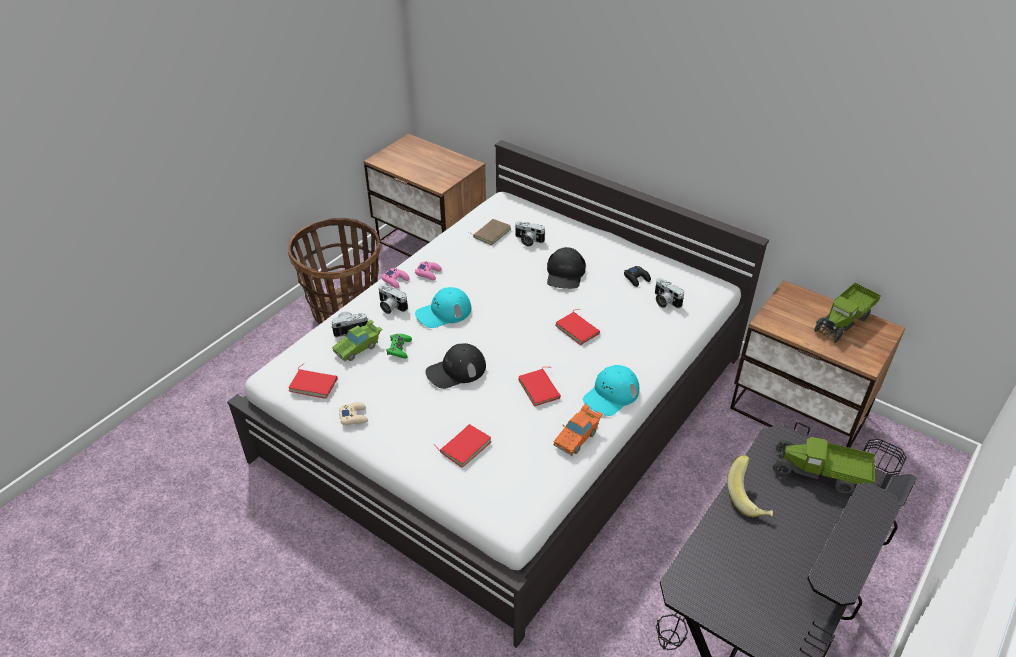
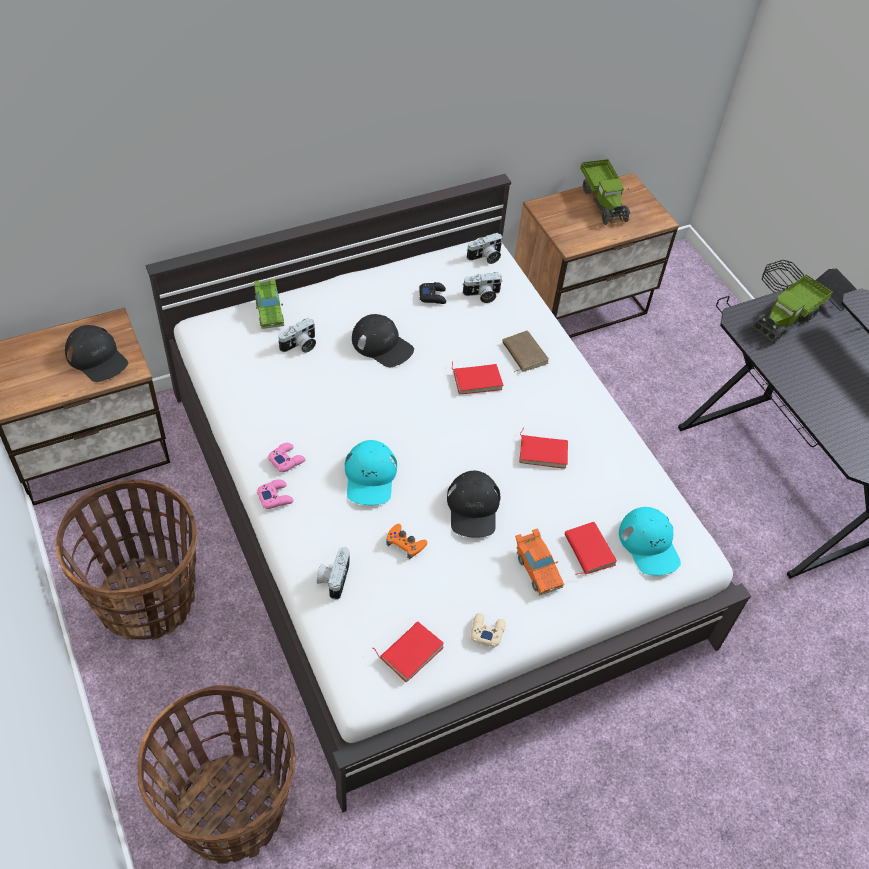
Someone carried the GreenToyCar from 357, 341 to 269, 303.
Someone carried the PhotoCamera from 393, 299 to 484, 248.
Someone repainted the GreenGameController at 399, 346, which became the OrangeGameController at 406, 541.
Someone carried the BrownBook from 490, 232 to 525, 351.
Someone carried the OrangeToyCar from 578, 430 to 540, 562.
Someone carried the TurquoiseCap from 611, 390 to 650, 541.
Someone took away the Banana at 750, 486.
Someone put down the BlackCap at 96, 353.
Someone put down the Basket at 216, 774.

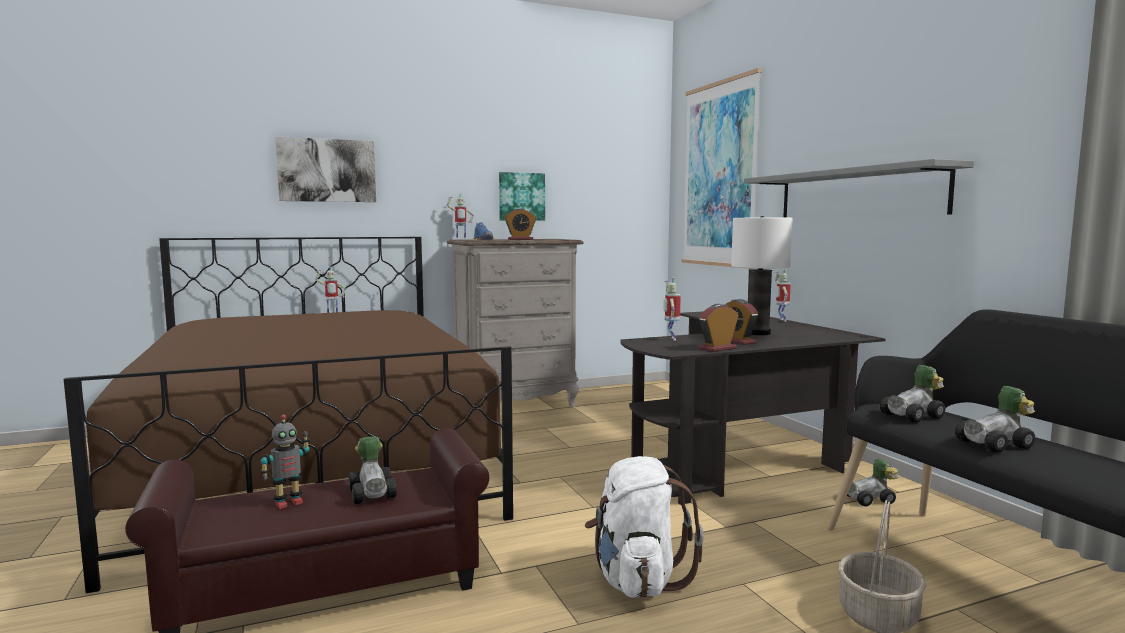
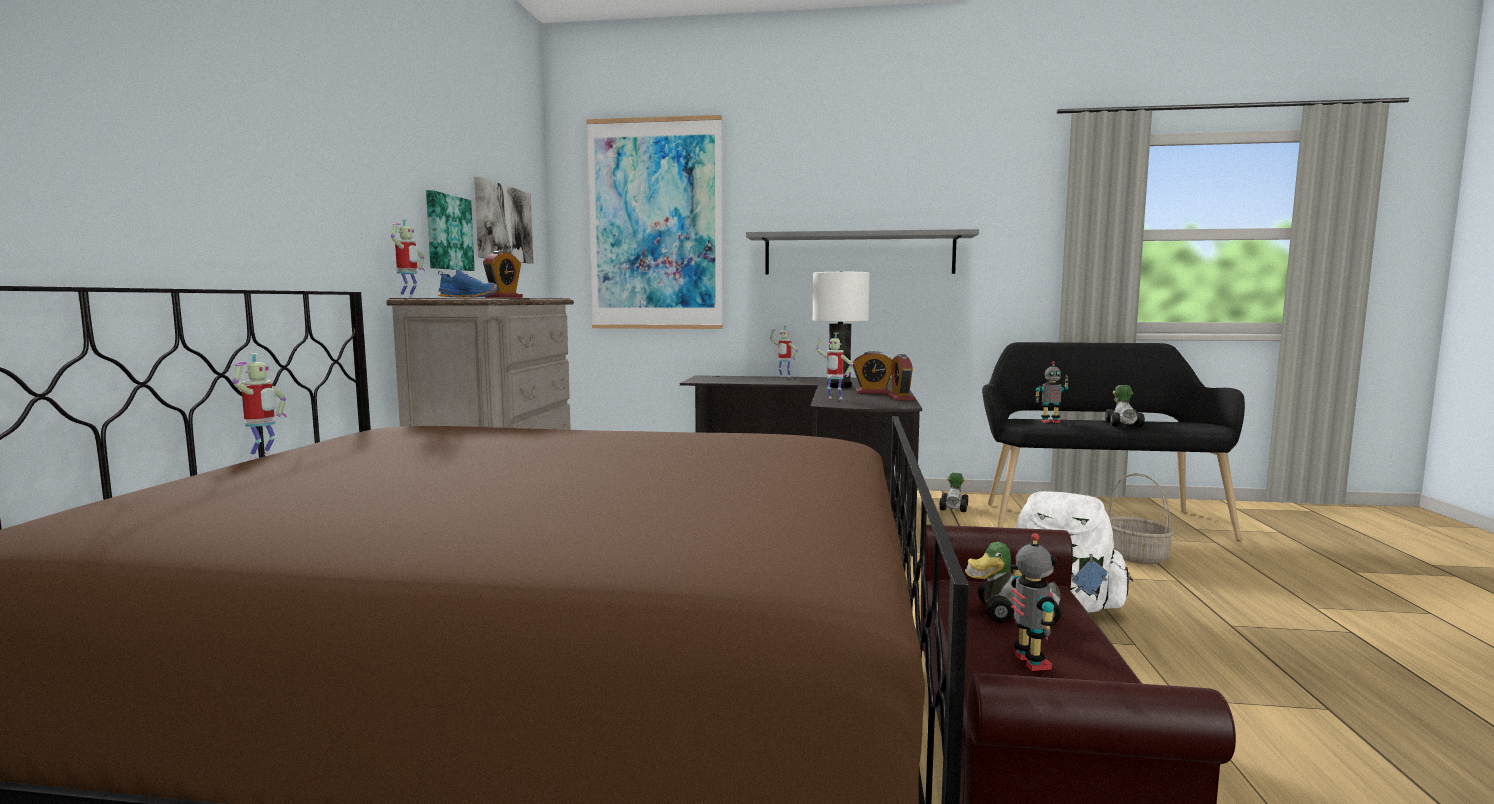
Someone carried the Picture from 326, 169 to 503, 220.
Someone swapped the ToyCar at 912, 394 for the ToyRobot at 1052, 392.

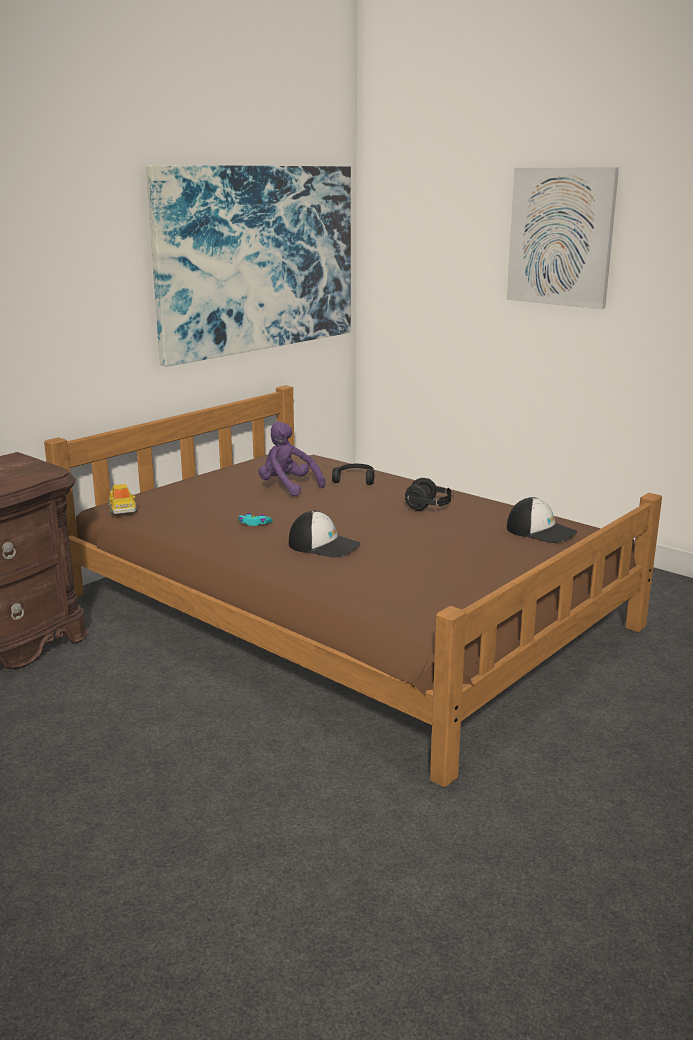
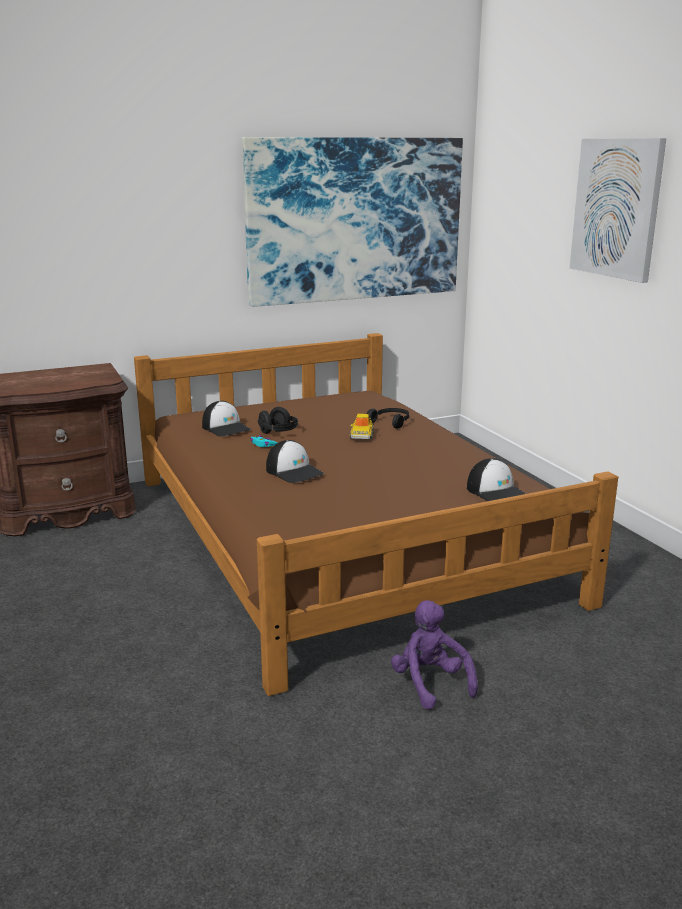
Someone carried the ToyCar from 122, 499 to 362, 426.
Someone carried the PurplePlushToy from 292, 459 to 434, 655.
Someone carried the BlackHeadphones from 429, 494 to 277, 420.
Someone put down the Cap at 226, 419.

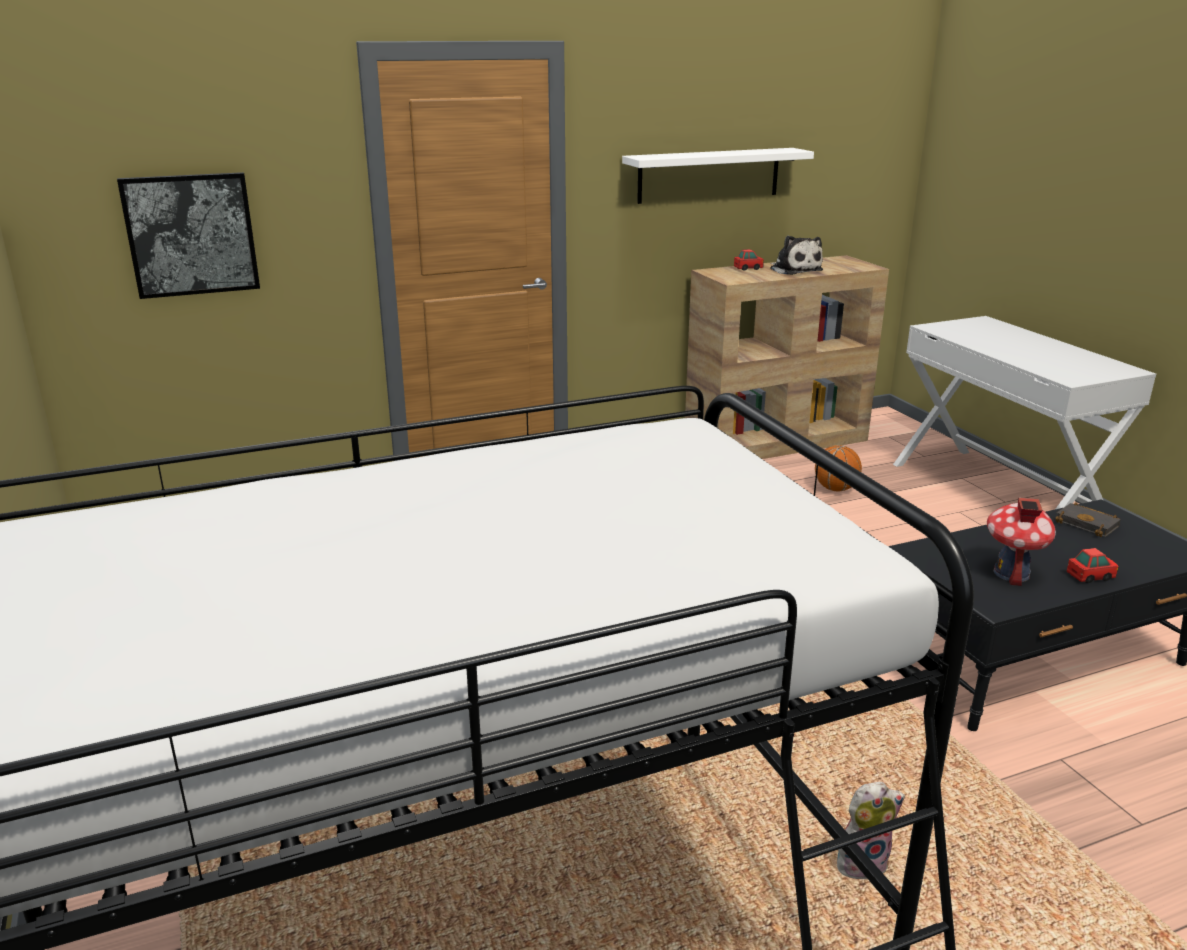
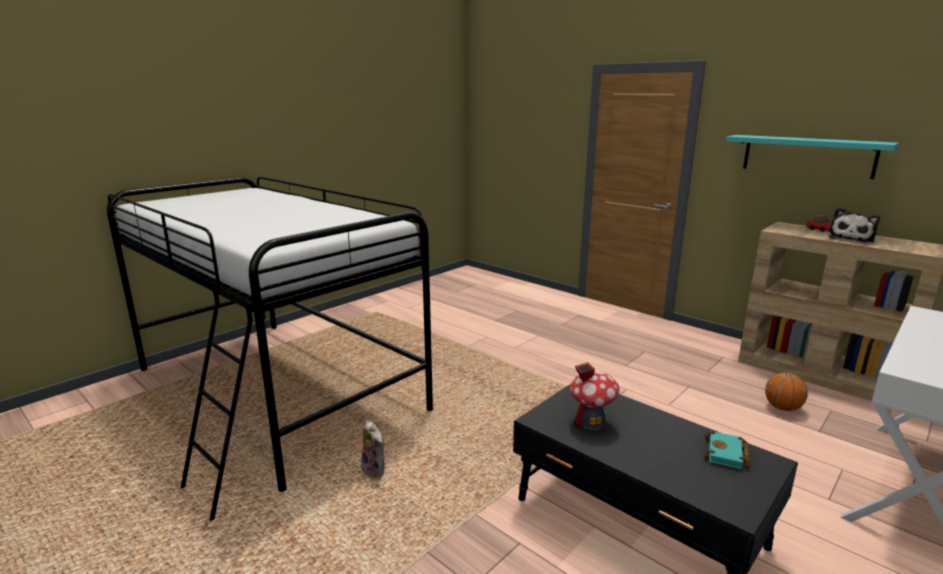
Someone took away the Picture at 188, 235.
Someone repainted the WhiteShelf at 718, 176, which became the TurquoiseShelf at 813, 157.
Someone repainted the BlackBook at 1088, 519, which became the TurquoiseBook at 727, 450.
Someone took away the ToyCar at 1093, 565.

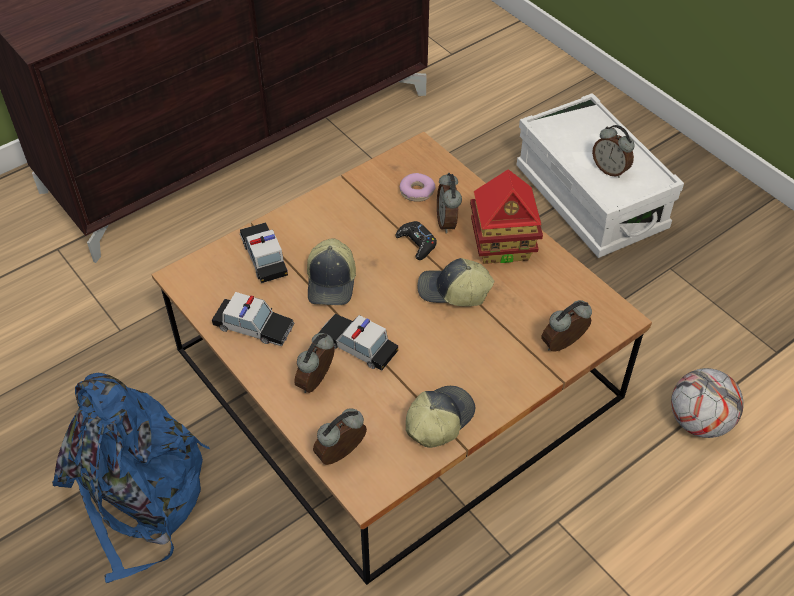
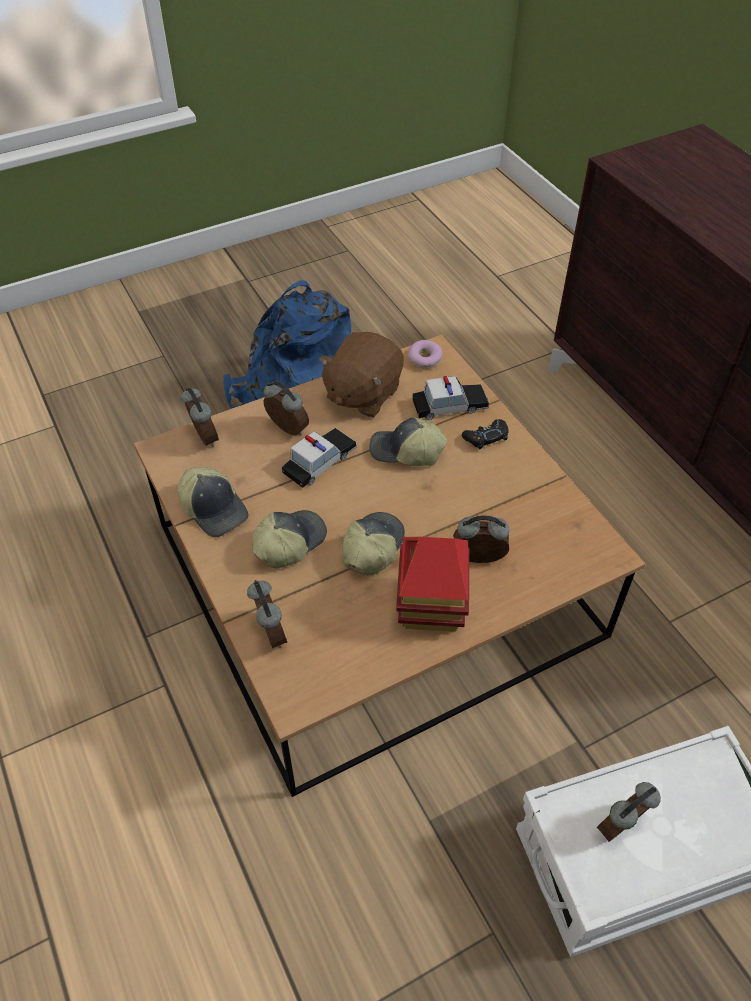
Someone swapped the ToyCar at 253, 319 for the BrownPlushToy at 361, 374.
Someone carried the BlackGameController from 416, 240 to 485, 434.
Someone carried the Donut from 418, 187 to 425, 354.
Someone took away the Football at 707, 403.
Someone put down the Cap at 289, 539.

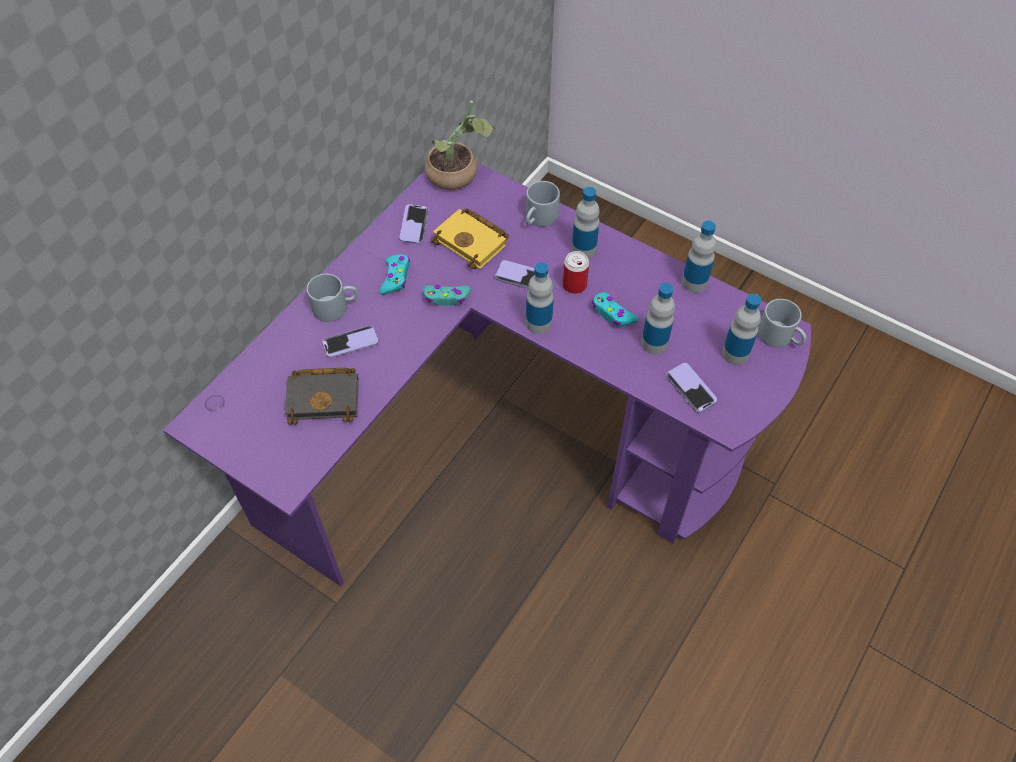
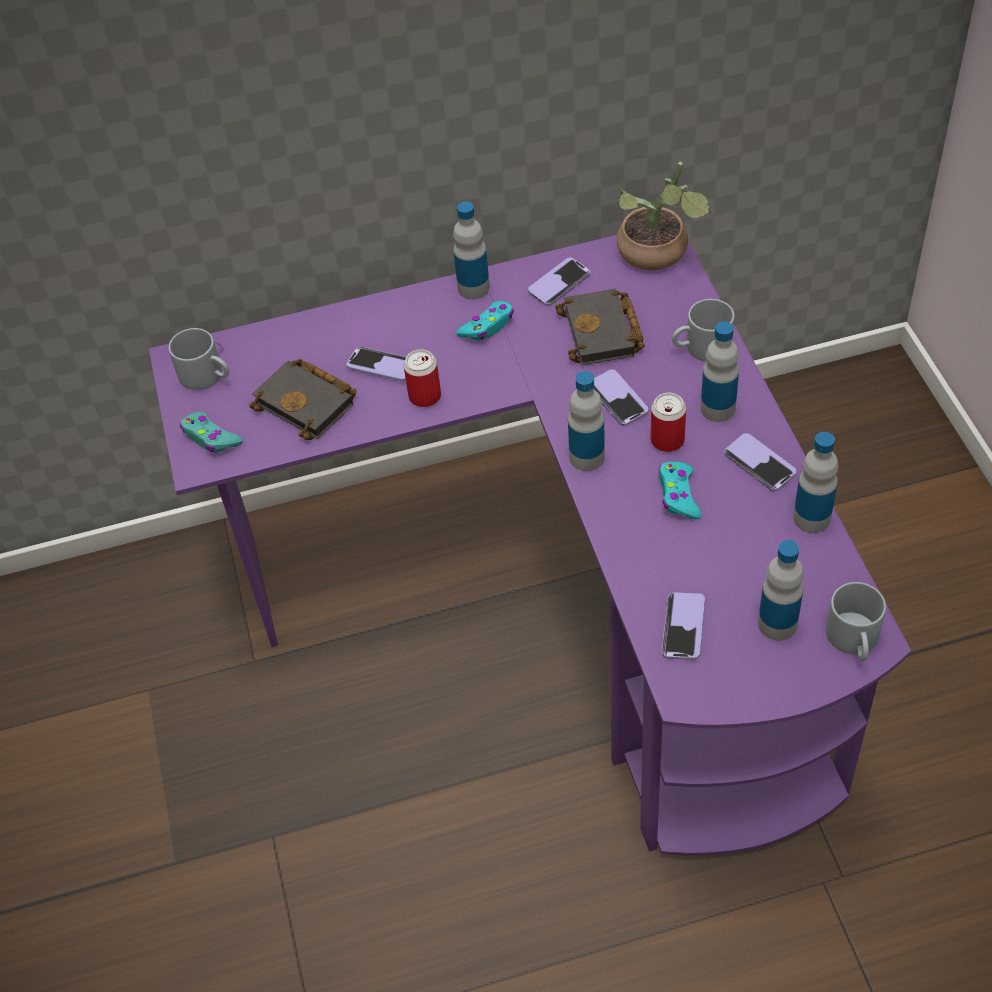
Someone carried the GreyMug from 332, 298 to 198, 359.
Someone carried the TurquoiseGameController from 447, 295 to 211, 432.
Someone repainted the YellowBook at 469, 238, which became the BlackBook at 600, 327.
Someone carried the Bottle from 658, 318 to 471, 250.
Someone put down the Can at 422, 378.
Someone put down the Phone at 760, 462.

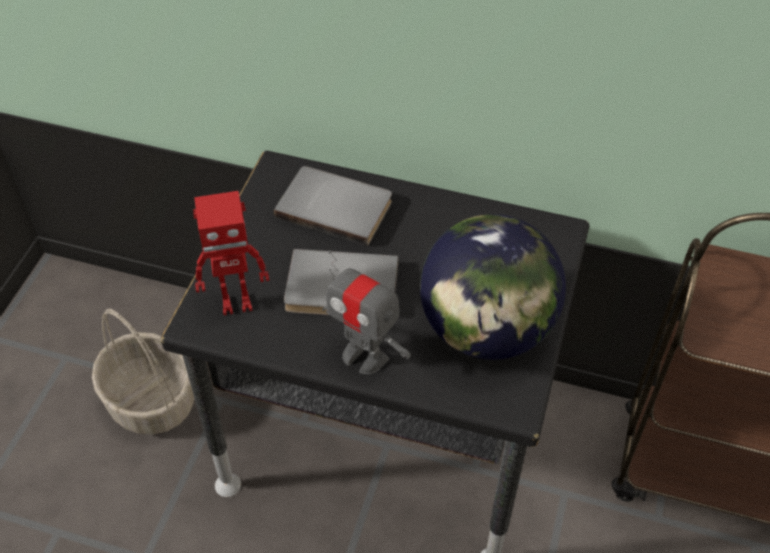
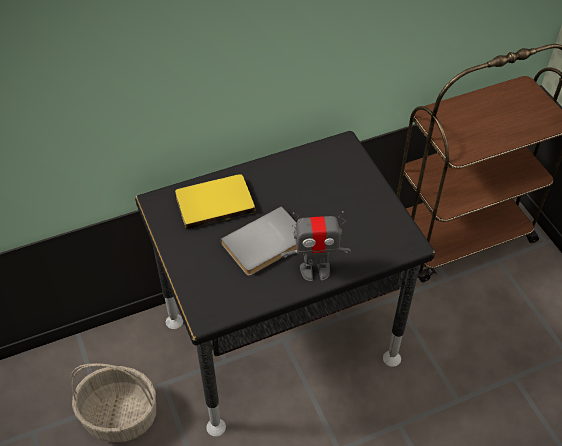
Someone took away the ToyRobot at 231, 253.
Someone repainted the GreyBook at 333, 206, which became the YellowBook at 215, 202.
Someone took away the Globe at 493, 287.

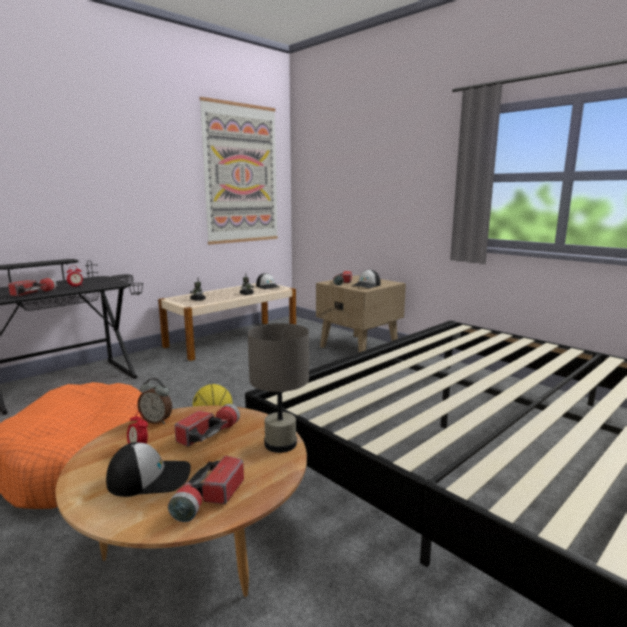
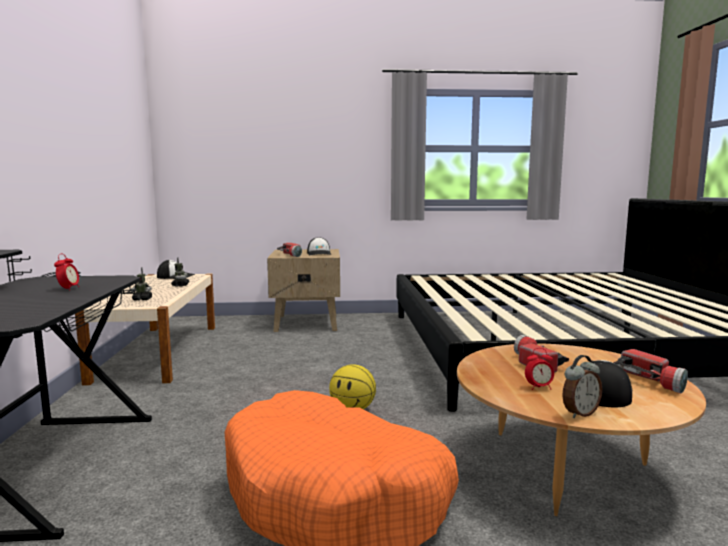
Someone took away the Flashlight at 32, 287.
Someone carried the AlarmClock from 154, 401 to 582, 386.
Someone took away the Picture at 238, 171.
Someone took away the GreyTableLamp at 278, 388.

